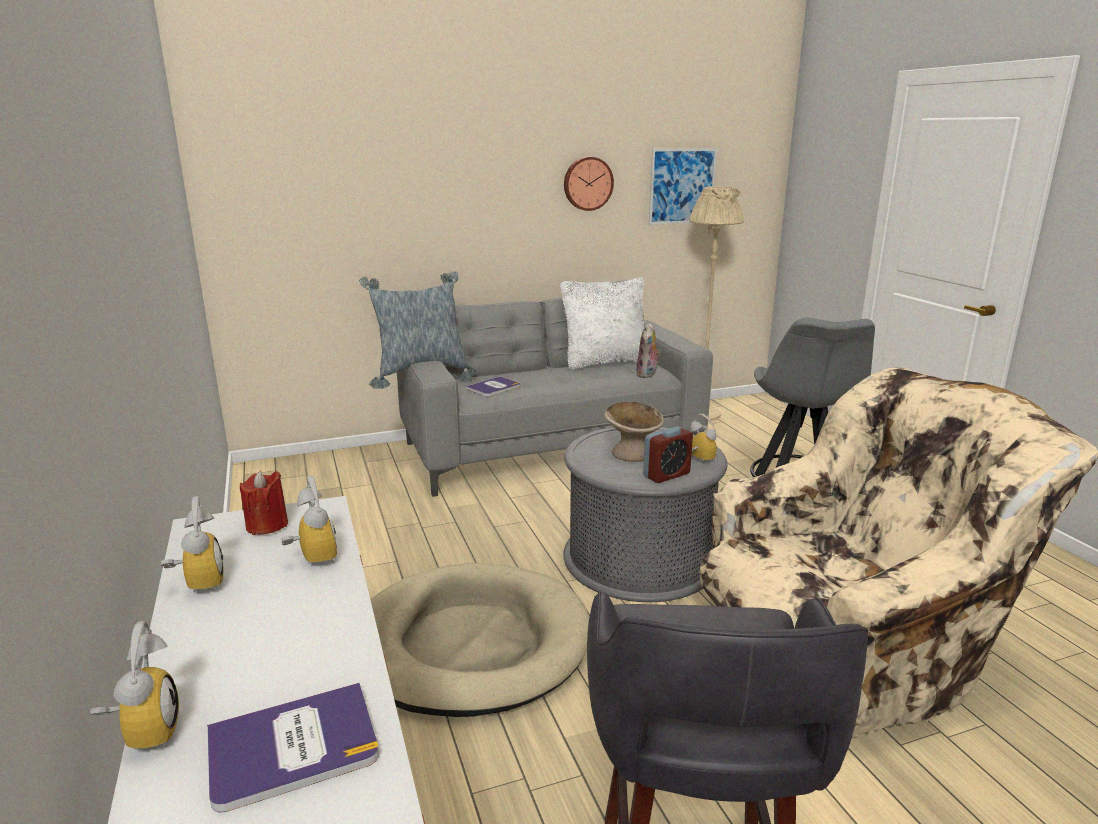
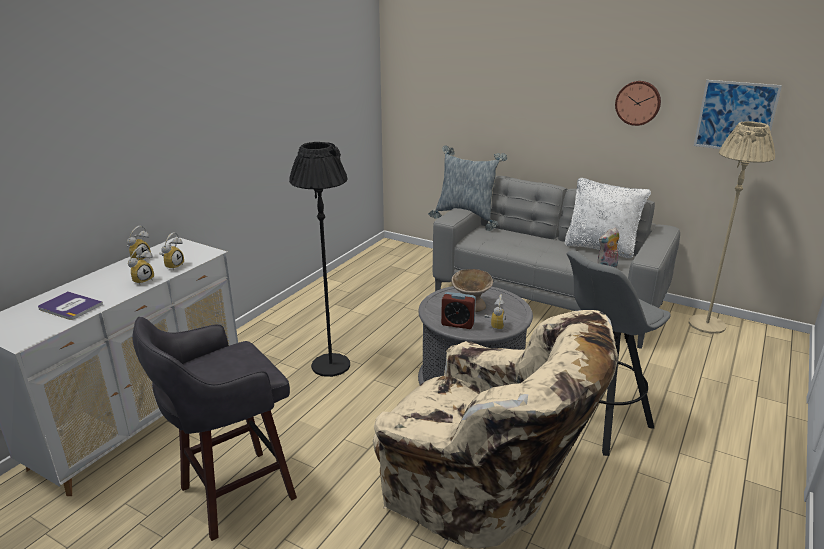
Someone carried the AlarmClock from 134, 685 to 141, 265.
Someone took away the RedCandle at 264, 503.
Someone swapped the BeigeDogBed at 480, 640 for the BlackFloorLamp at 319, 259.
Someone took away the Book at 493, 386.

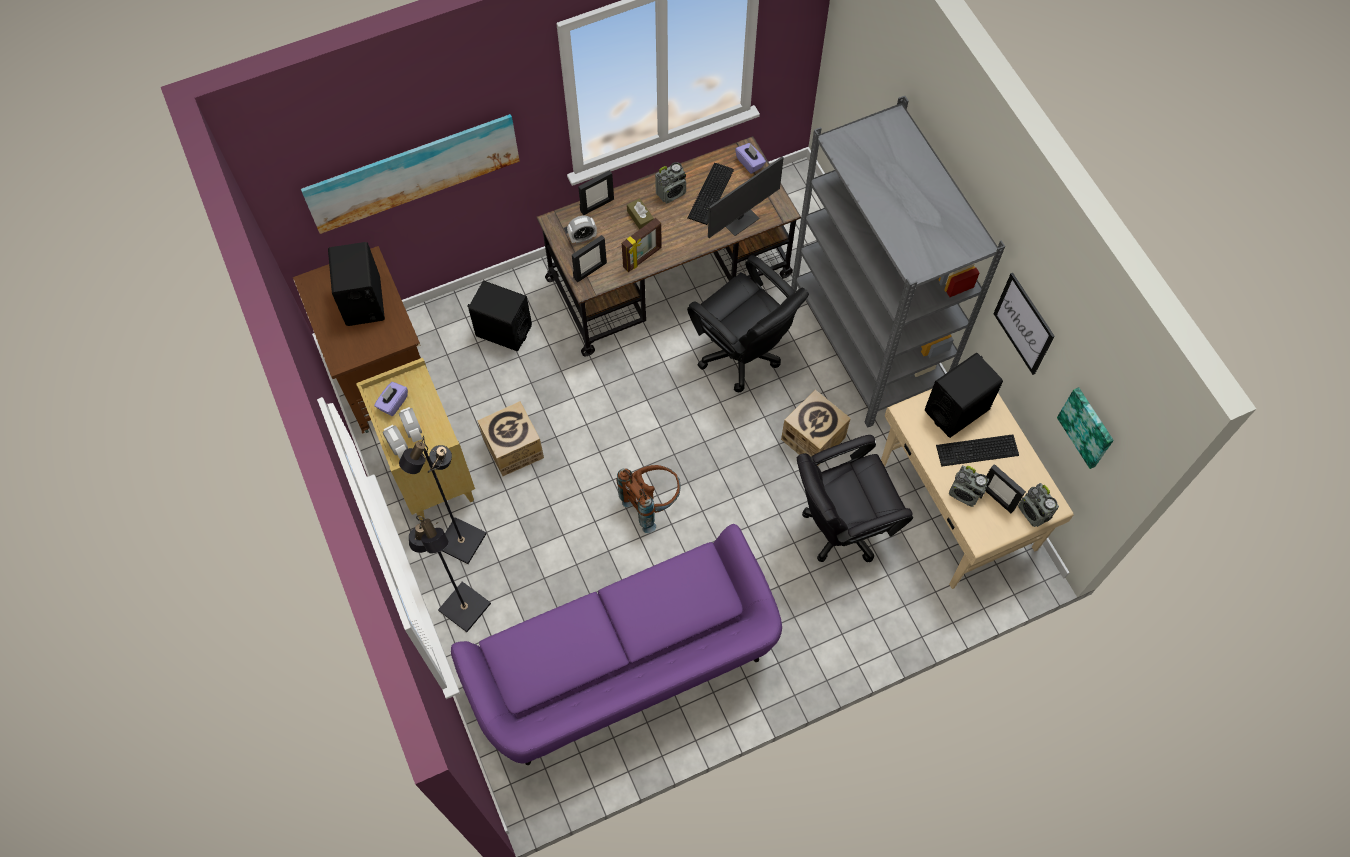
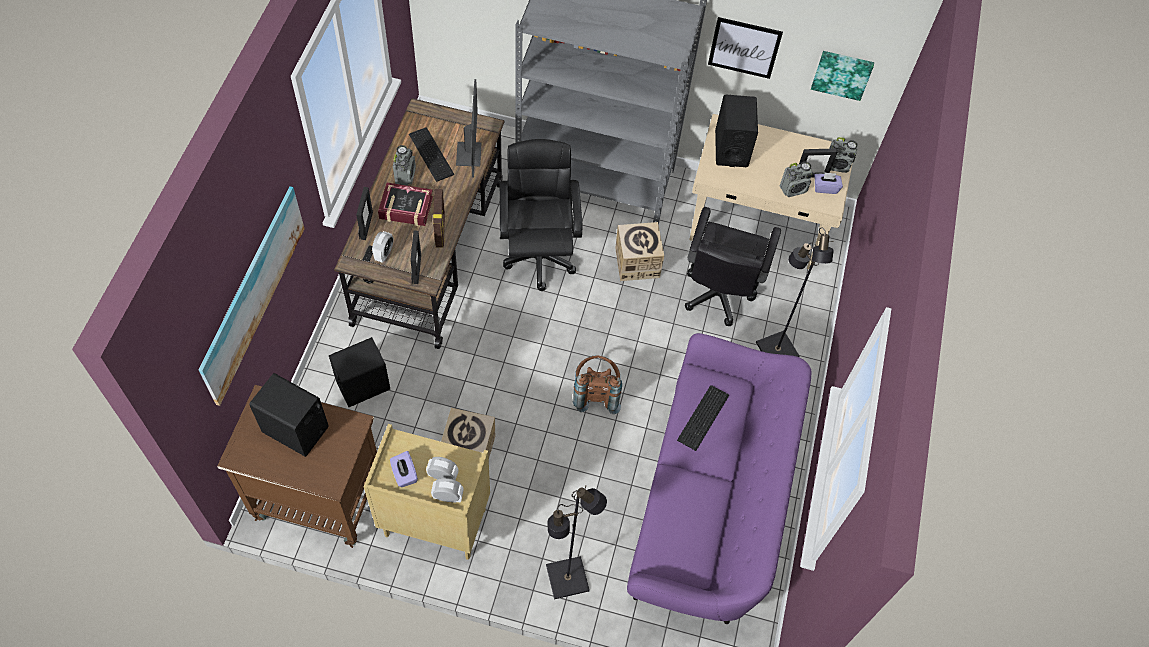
Someone carried the BlackFloorLamp from 443, 500 to 795, 292.
Someone swapped the BrownTissueBox at 640, 214 for the Book at 405, 204.
Someone rotated the BlackOfficeChair at 748, 323 by 90 degrees counterclockwise.
Someone carried the PurpleTissueBox from 750, 158 to 828, 183.
Someone carried the Keyboard from 977, 450 to 703, 418.

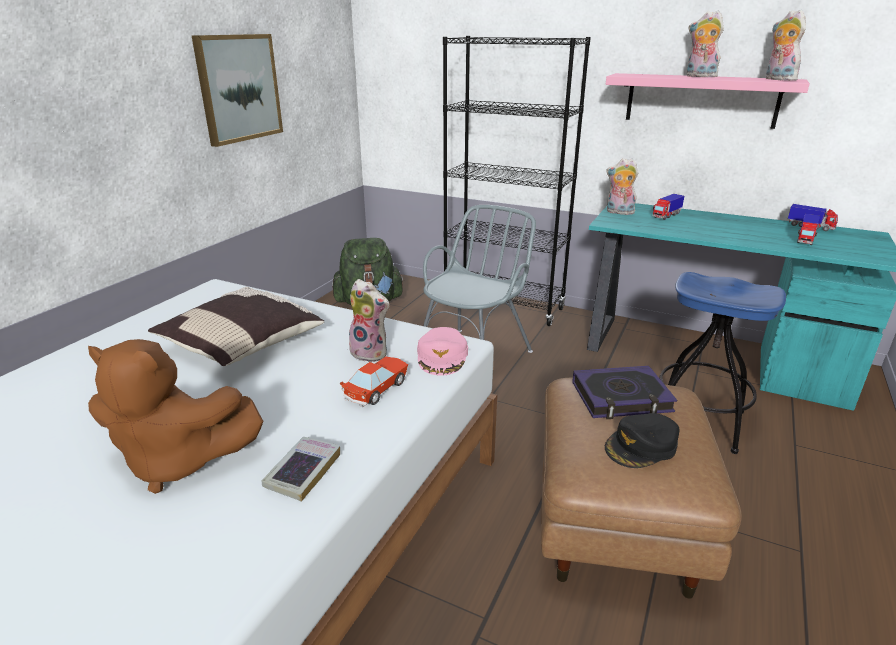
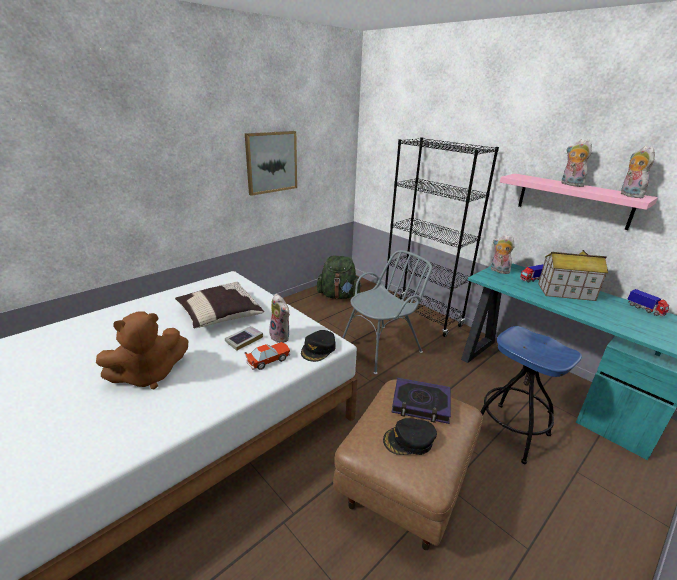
Someone rotated the BrownPlushToy at 176, 416 by 60 degrees counterclockwise.
Someone carried the Book from 301, 469 to 244, 338.
Someone repainted the PinkCap at 442, 351, which became the BlackCap at 318, 346.
Someone took away the ToyTruck at 808, 229.
Someone put down the ToyHouse at 573, 275.

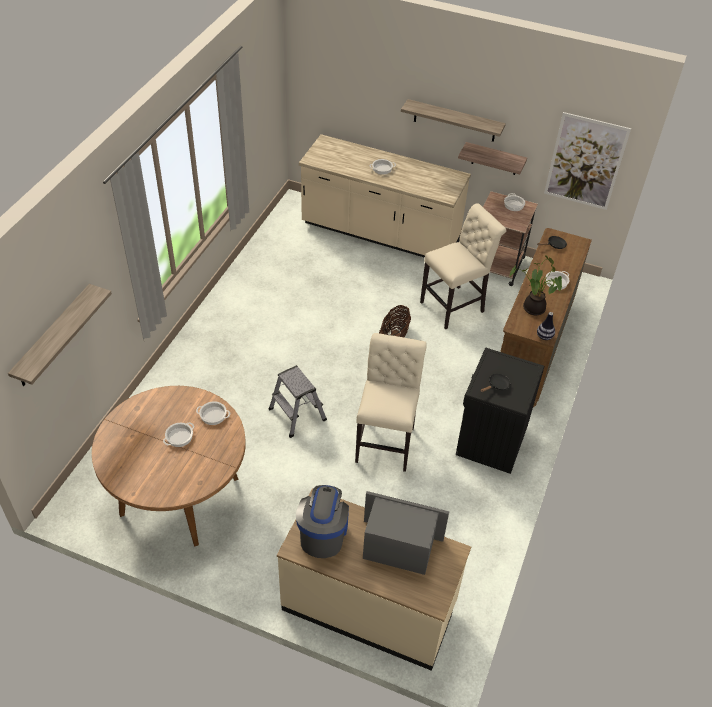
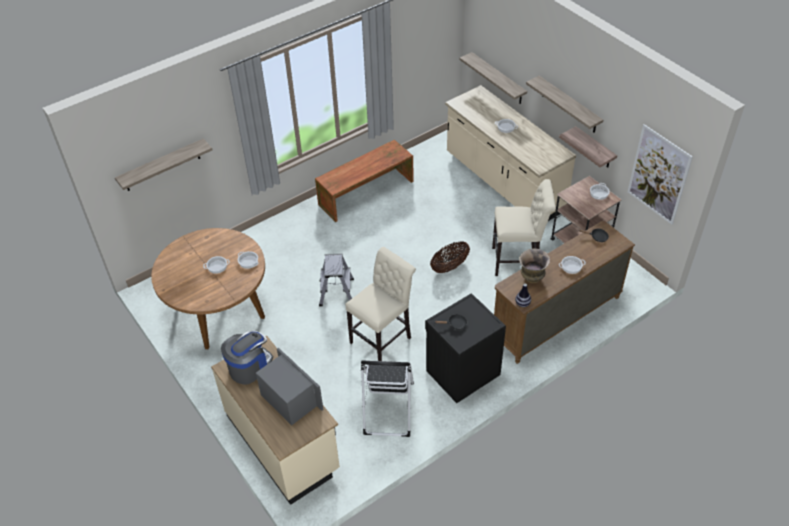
Someone swapped the PottedPlant at 535, 285 for the Vase at 534, 266.
Someone put down the BrownBench at 364, 181.
Someone put down the StepLadder at 387, 398.
Someone put up the Shelf at 493, 78.

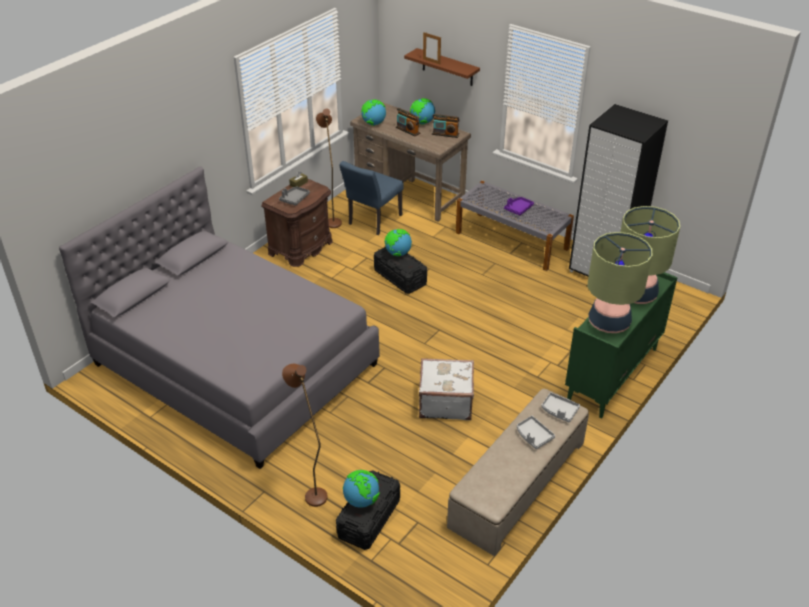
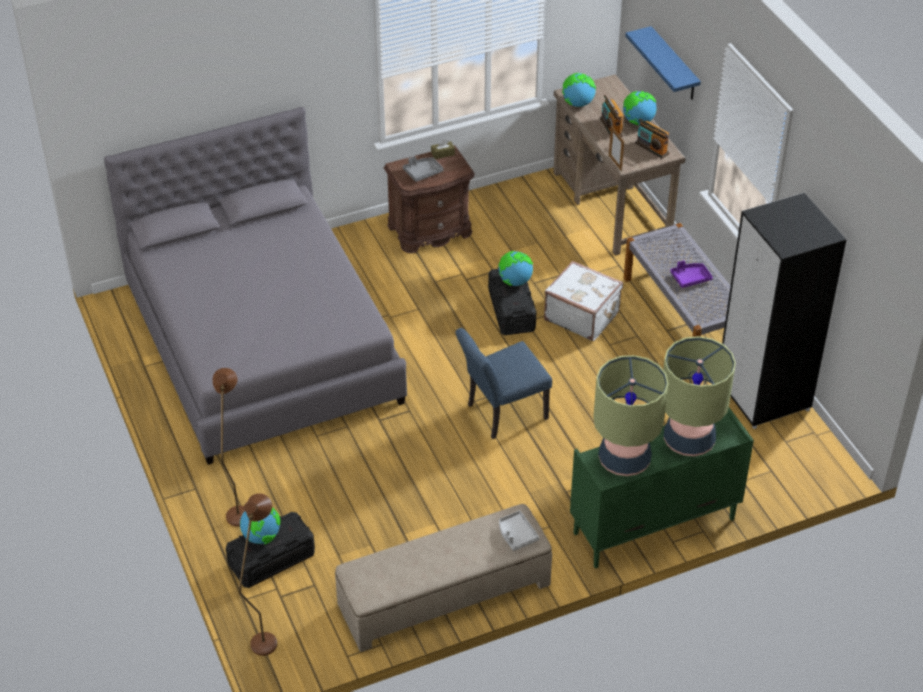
Someone carried the BrownFloorLamp from 329, 168 to 258, 574.
Someone carried the BlueChair from 372, 198 to 503, 383.
Someone repainted the BrownShelf at 442, 67, which became the BlueShelf at 663, 63.
Someone carried the WhiteSuitcase from 446, 389 to 583, 301.
Someone carried the PictureFrame from 432, 48 to 616, 148.
Someone took away the GreyTray at 536, 432.

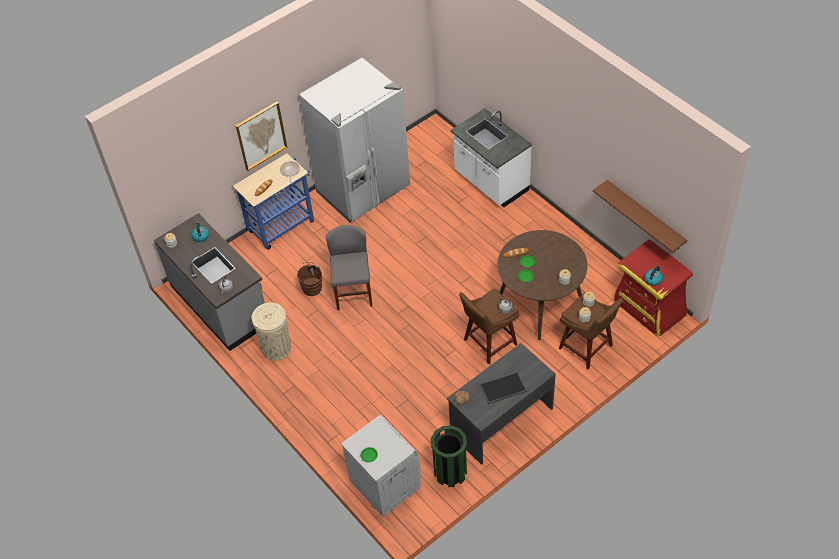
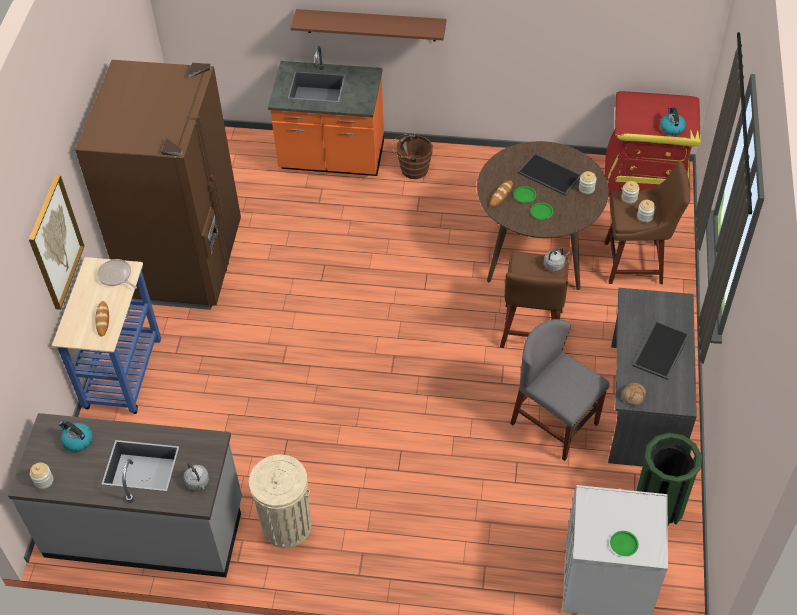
Someone carried the BrownBucket from 308, 279 to 412, 156.
Someone repainted the WhiteFridge at 354, 140, which became the BrownFridge at 158, 185.
Someone carried the GreyChair from 349, 267 to 560, 390.
Someone repainted the WhiteCounter at 491, 157, which became the OrangeCounter at 326, 111.
Someone carried the BrownShelf from 640, 216 to 369, 25.
Someone put down the Tray at 549, 174.

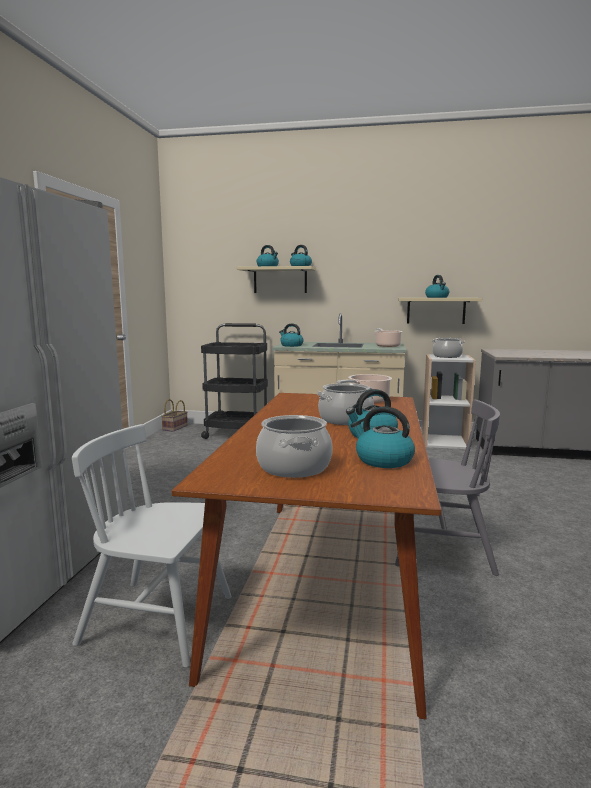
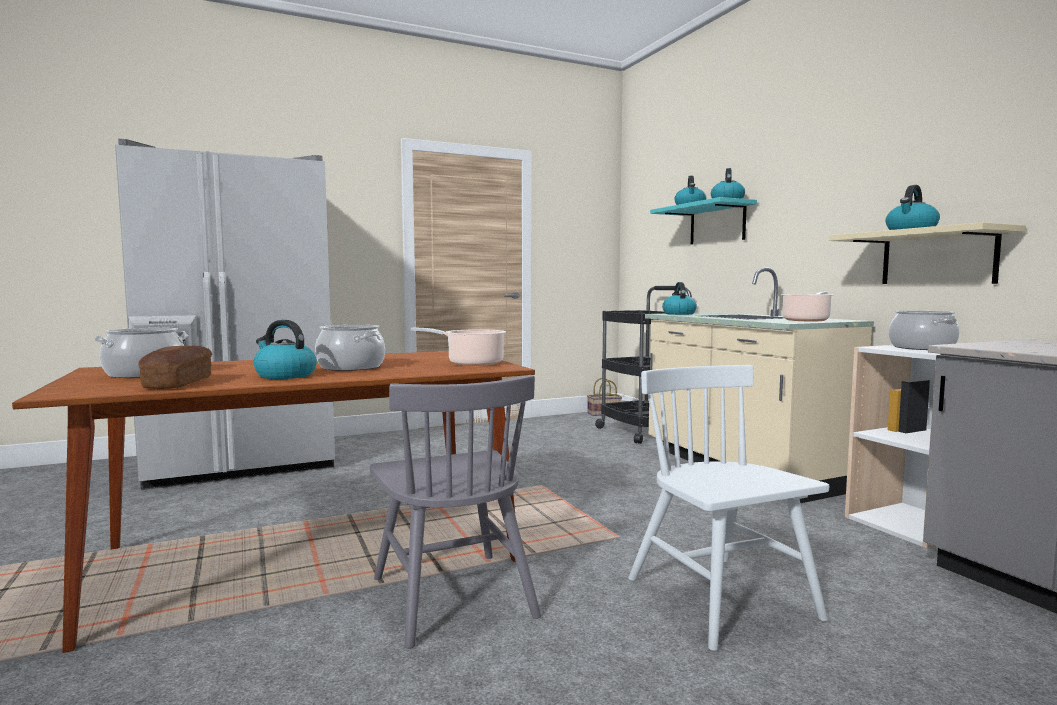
Someone carried the WhiteChair from 152, 546 to 728, 508.
Someone repainted the BeigeShelf at 276, 279, which became the TurquoiseShelf at 703, 221.
Someone swapped the Kettle at 382, 437 for the Bread at 175, 367.

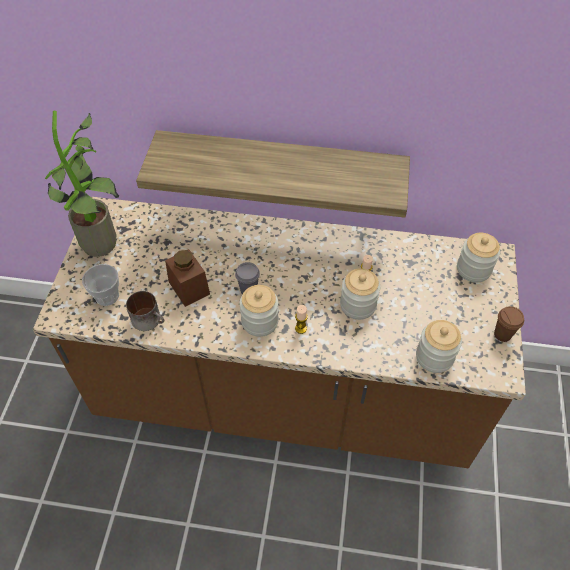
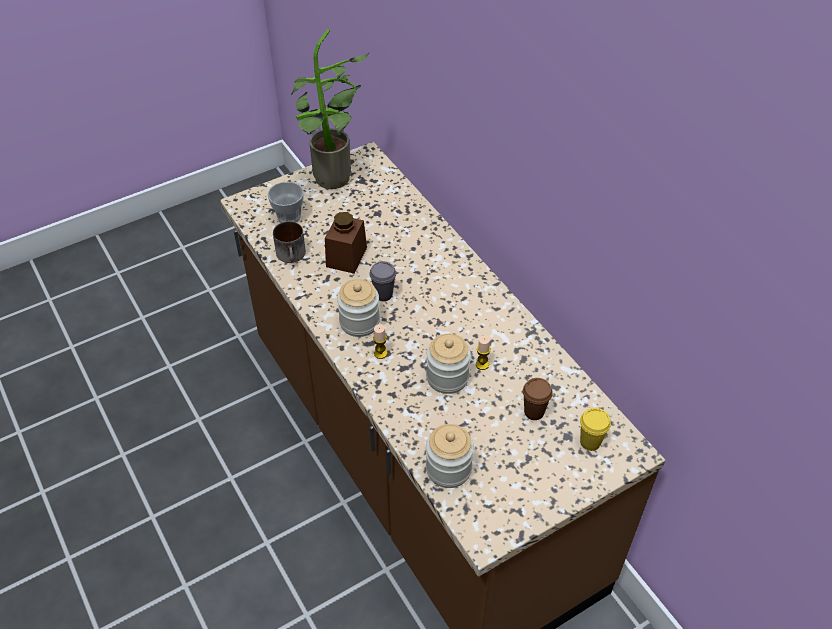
Someone took away the Shelf at 273, 174.
Someone swapped the Jar at 478, 257 for the YellowCup at 595, 429.
Someone carried the BrownCup from 509, 324 to 538, 399.

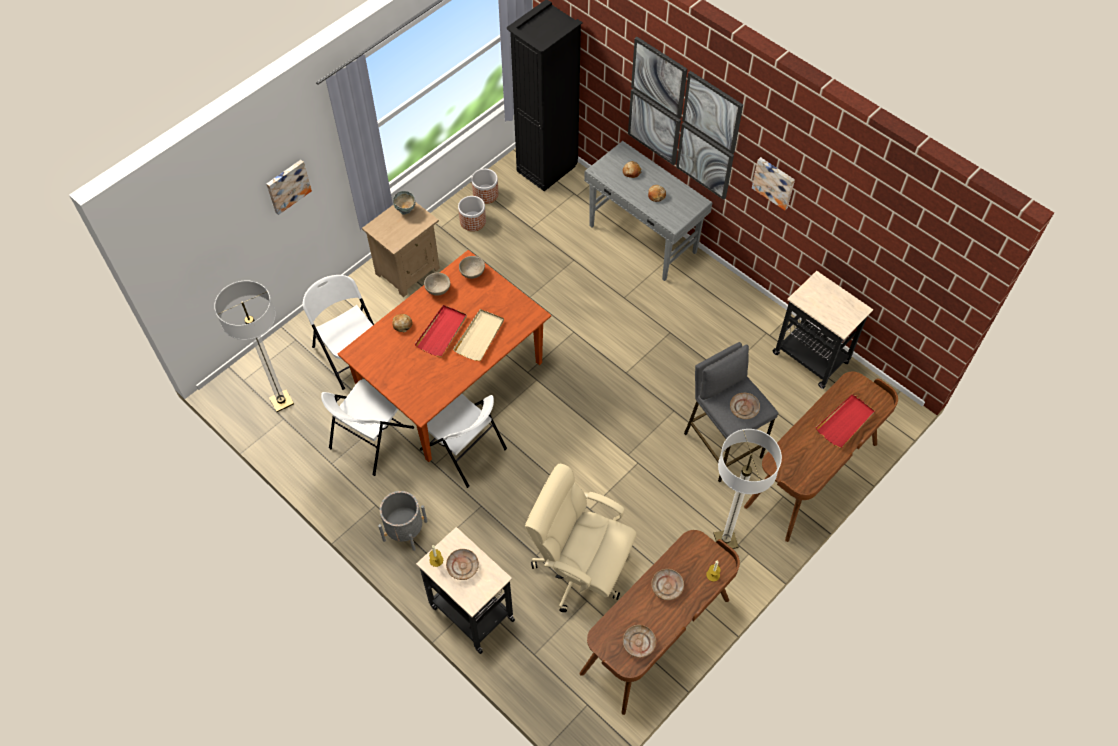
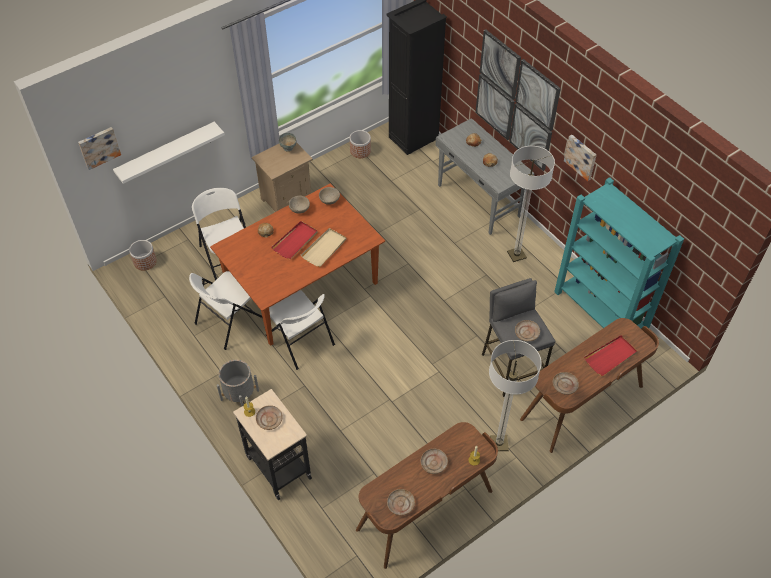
Someone carried the FloorLamp from 254, 346 to 531, 204.
Someone carried the Picture from 289, 187 to 99, 148.
Someone carried the Planter from 472, 213 to 143, 255.
Someone took away the BeigeOfficeChair at 581, 538.
Someone swapped the Cart at 822, 330 for the TurquoiseBookcase at 619, 252.
Someone put up the WhiteShelf at 169, 153.
Someone put down the BeigePlate at 566, 383.

